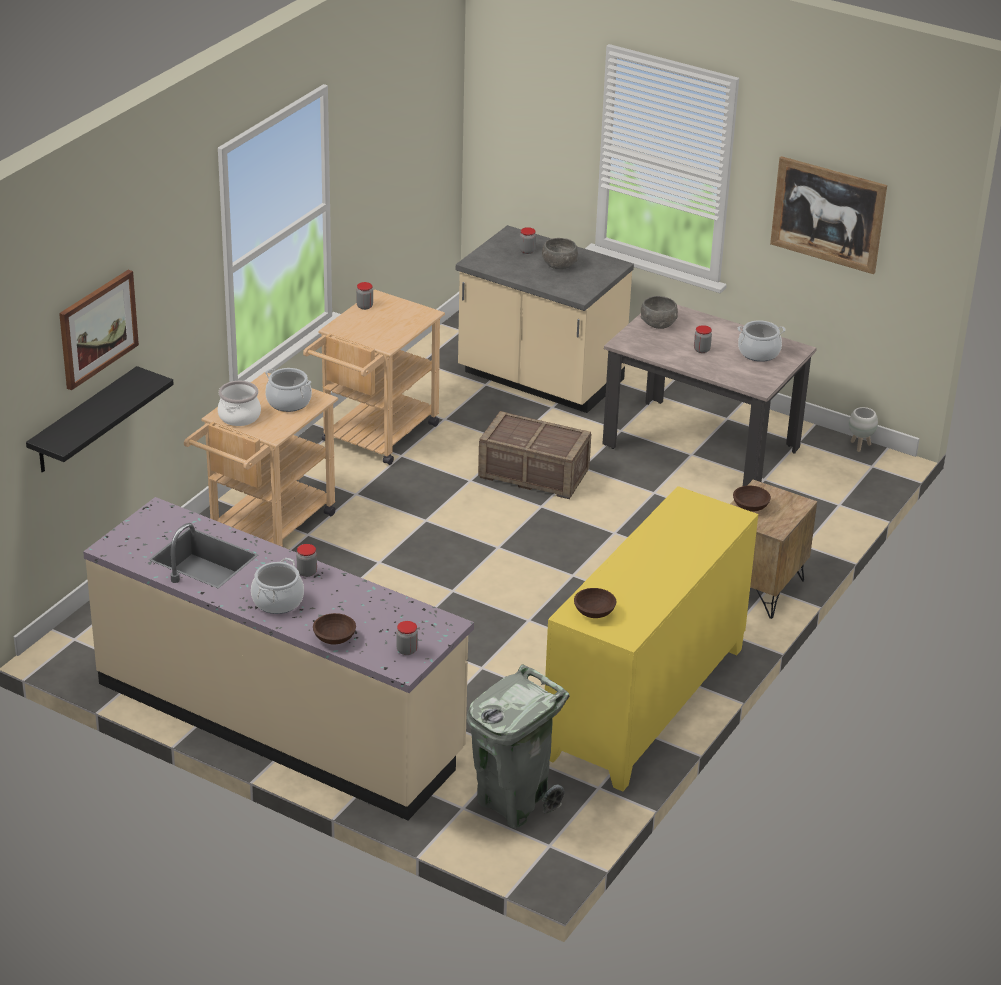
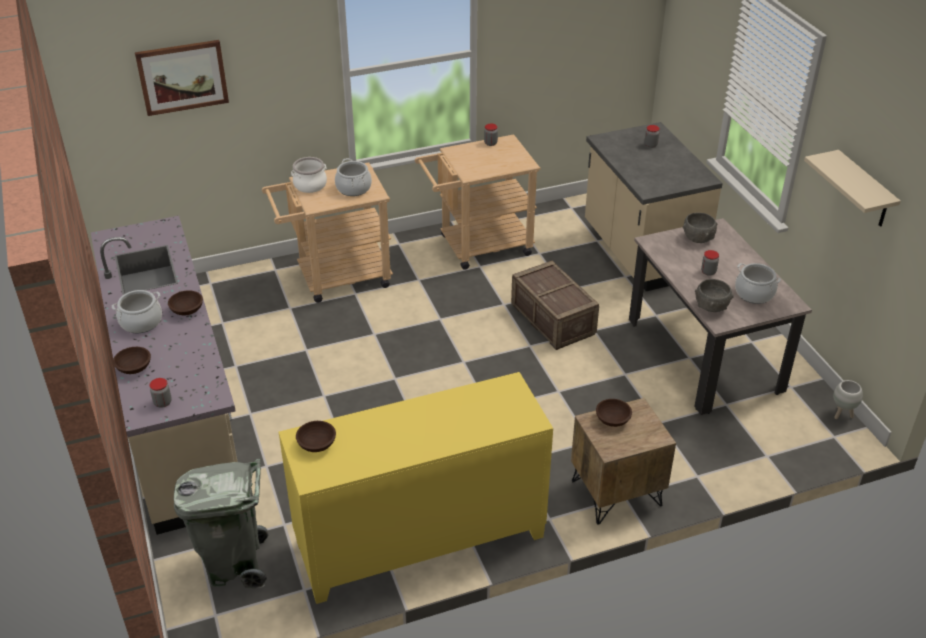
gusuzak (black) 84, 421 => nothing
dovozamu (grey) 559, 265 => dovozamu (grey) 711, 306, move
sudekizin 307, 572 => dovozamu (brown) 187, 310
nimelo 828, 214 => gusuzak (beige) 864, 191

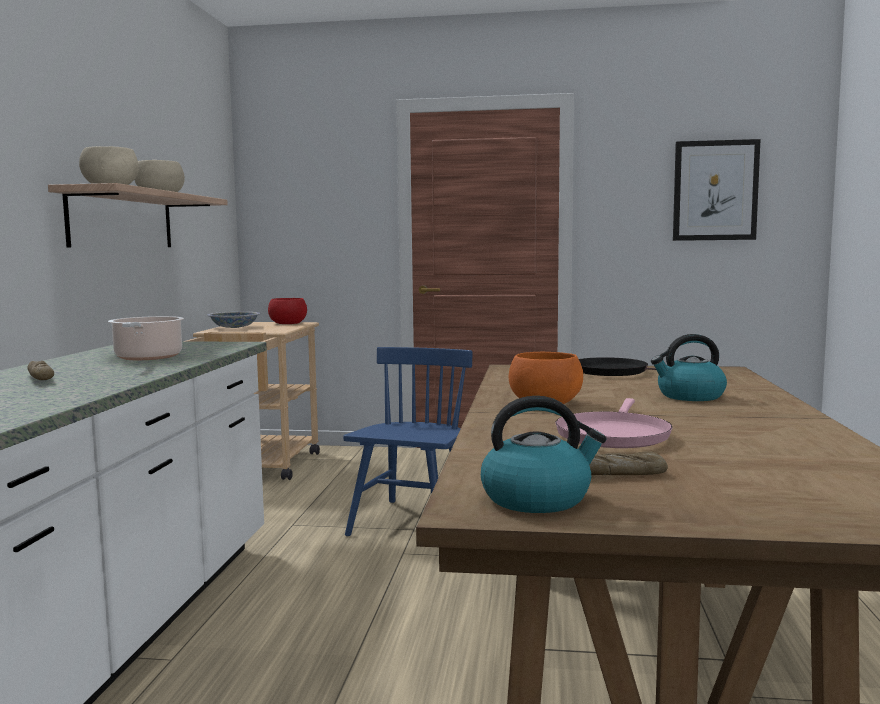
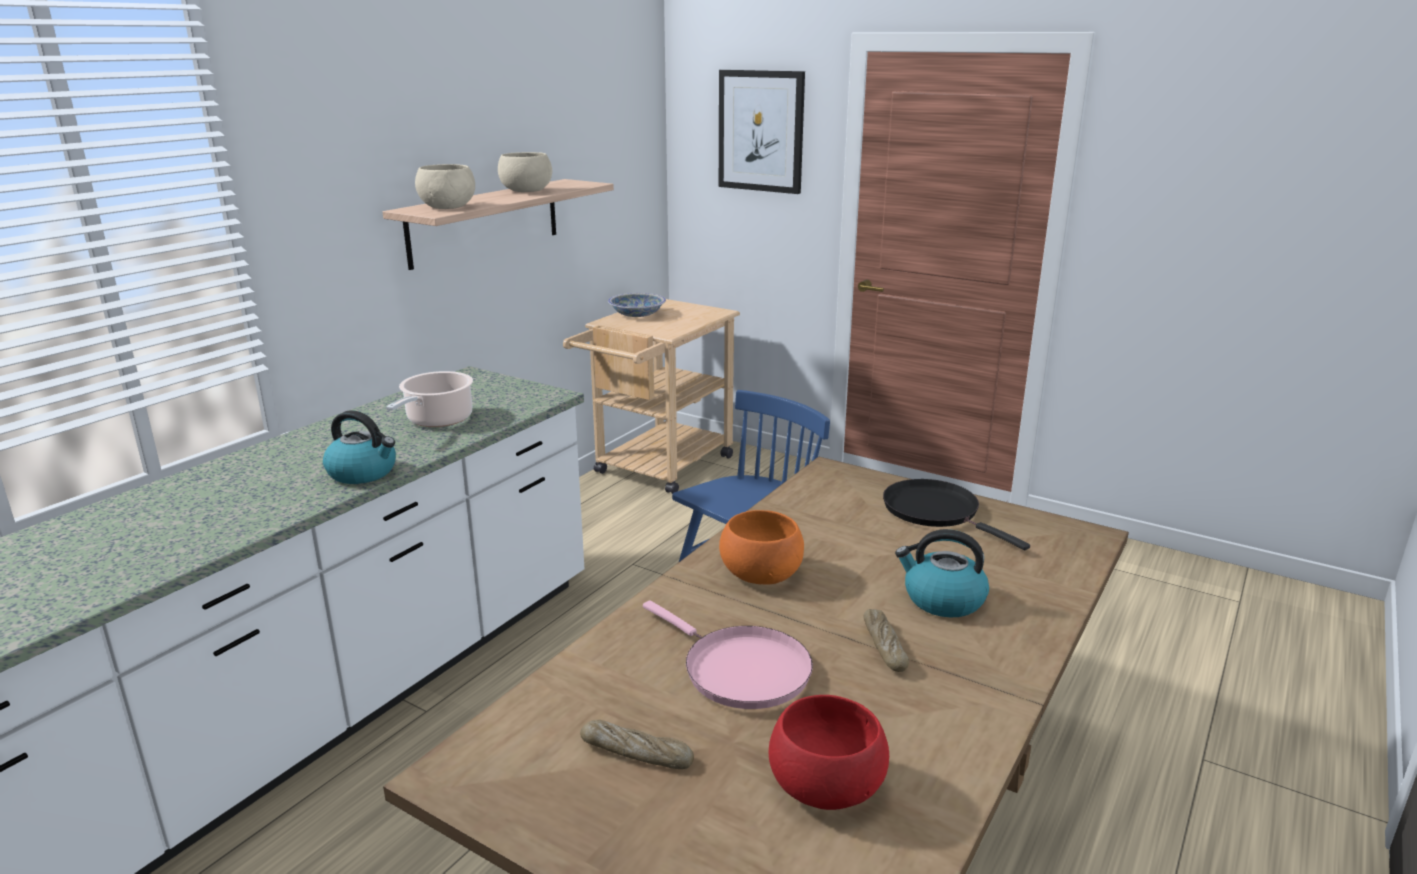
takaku 41, 378 => takaku 884, 647, move
dovozamu (red) 287, 323 => dovozamu (red) 824, 787, move
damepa 537, 498 => damepa 363, 472, move
nimelo 715, 191 => nimelo 761, 131, move
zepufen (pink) 613, 435 => zepufen (pink) 740, 670, 90 degrees counterclockwise

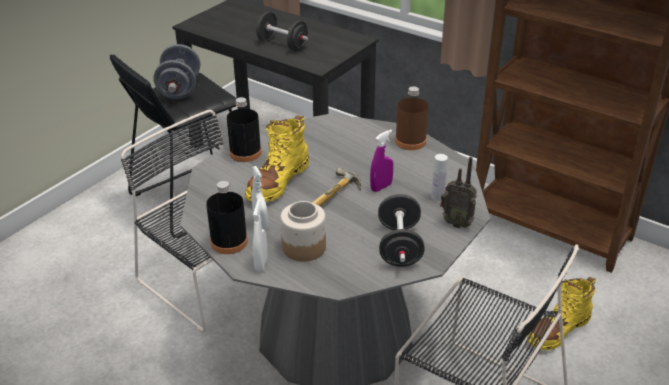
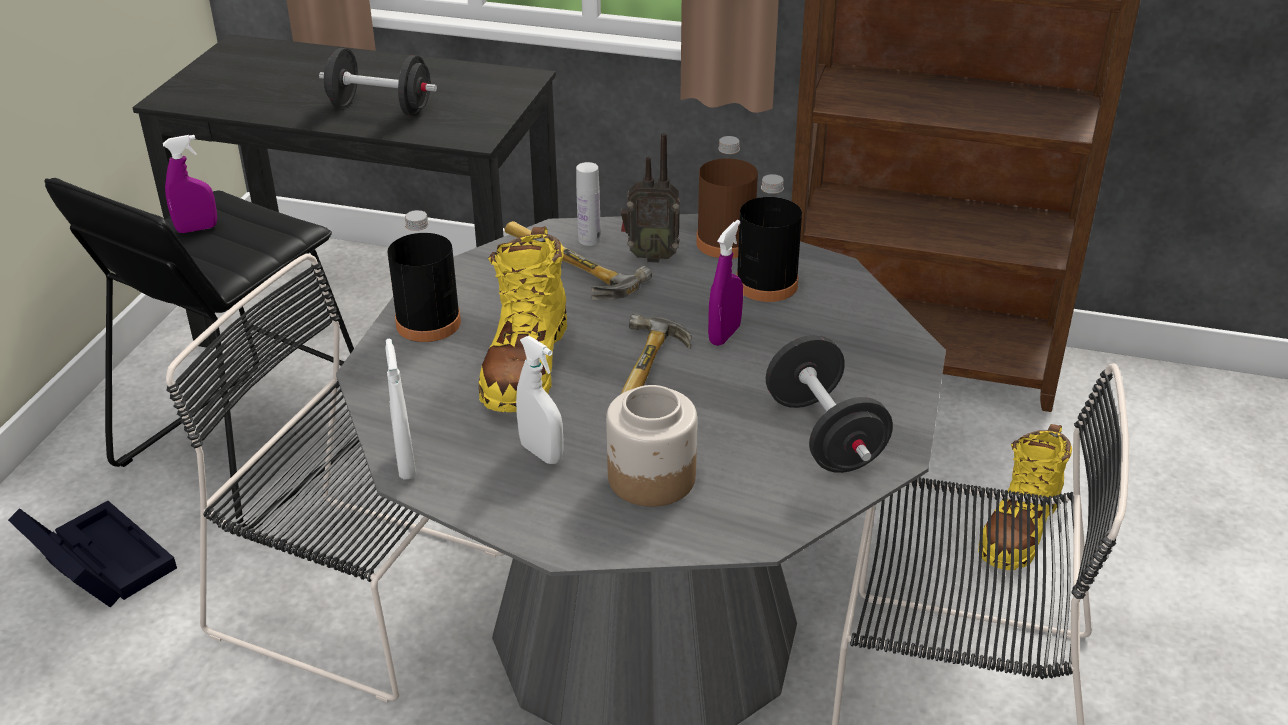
nothing => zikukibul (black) 96, 562
nothing => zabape 566, 270
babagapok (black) 229, 242 => babagapok (black) 766, 284, move
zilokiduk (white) 261, 263 => zilokiduk (white) 406, 464, move
babagapok (white) 437, 196 => babagapok (white) 589, 240, move
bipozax 456, 223 => bipozax 650, 256, move
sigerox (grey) 179, 89 => zilokiduk (purple) 197, 229

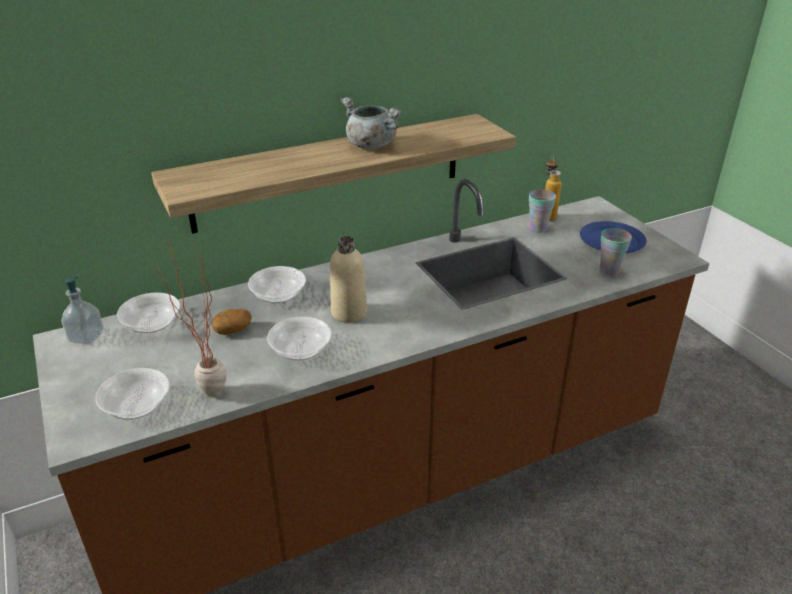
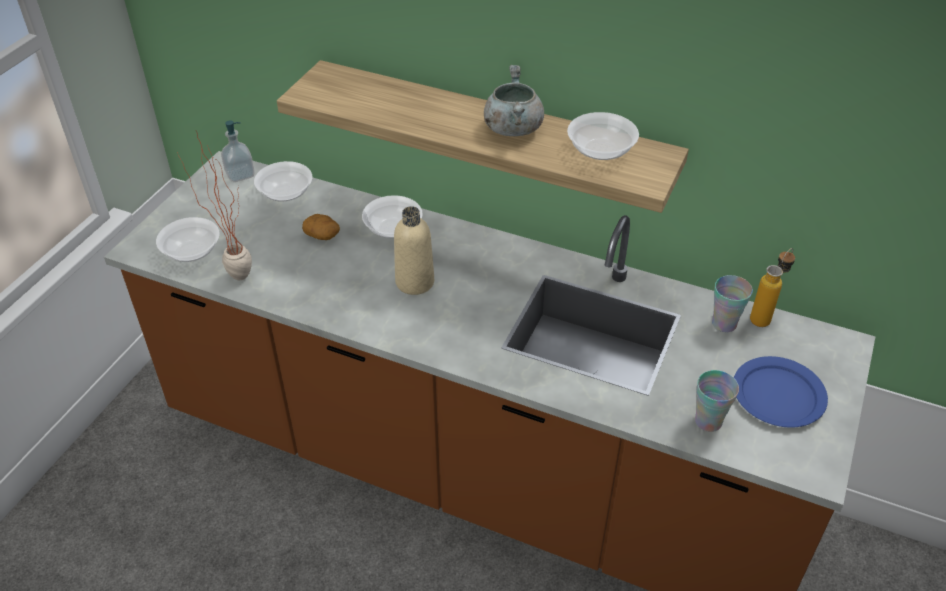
dovozamu 300, 350 => dovozamu 600, 150, move

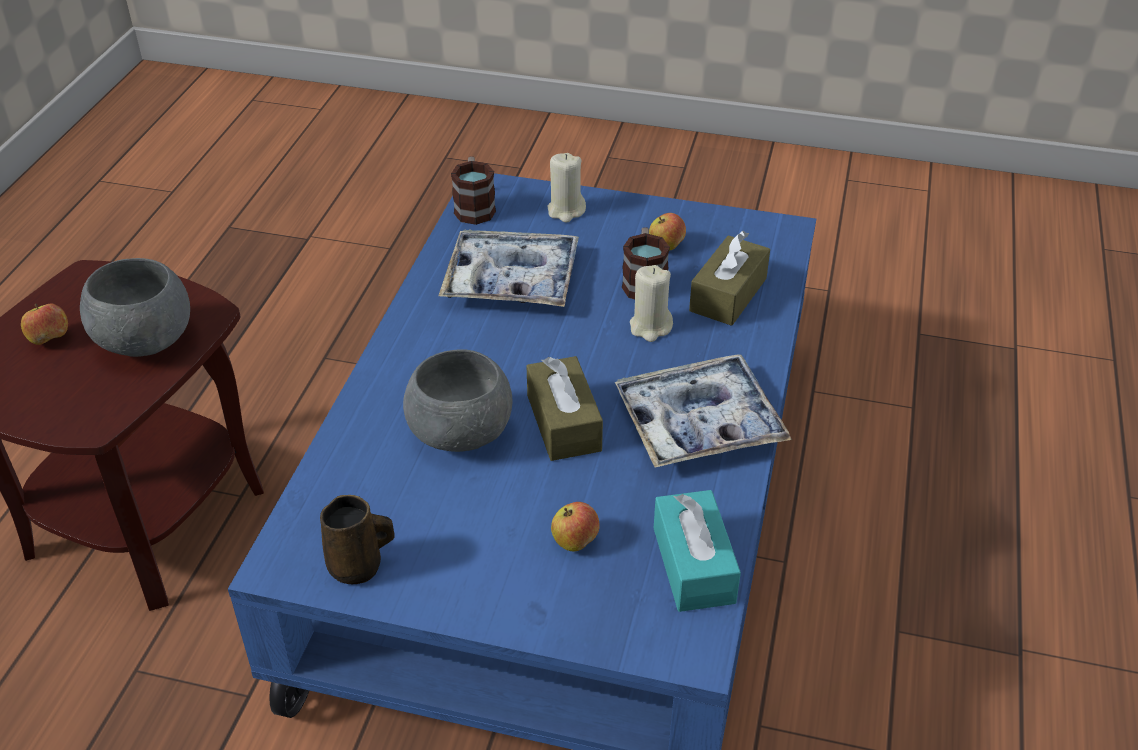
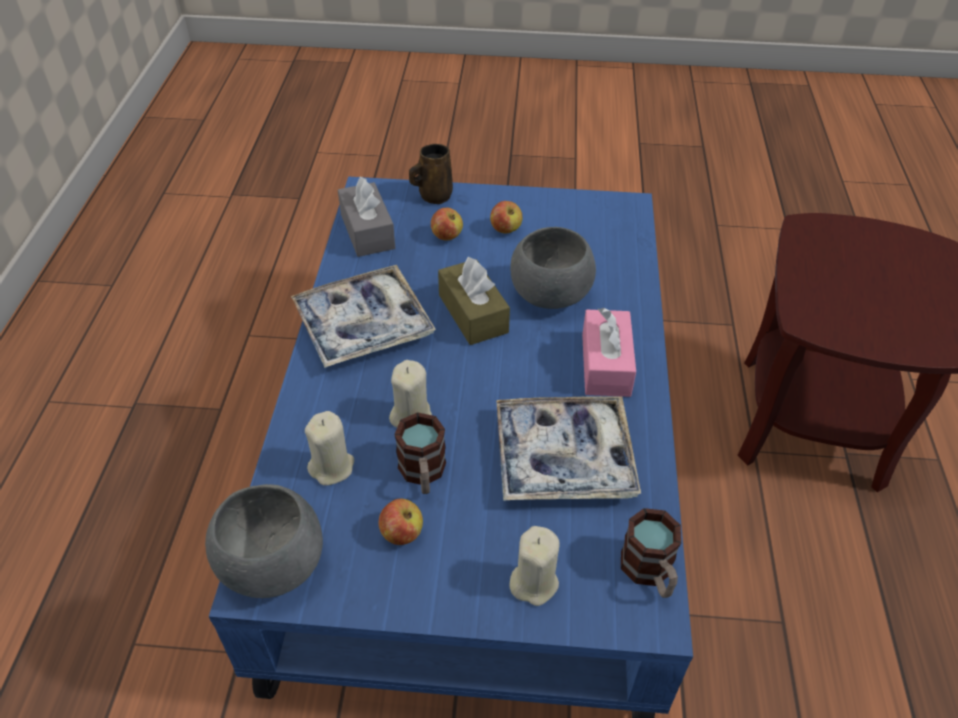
nothing => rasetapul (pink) 605, 365
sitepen 50, 339 => sitepen 505, 229, move
dovozamu (grey) 145, 343 => dovozamu (grey) 273, 564, move
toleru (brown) 358, 567 => toleru (brown) 433, 196, move
rasetapul (brown) 728, 295 => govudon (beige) 332, 467
rasetapul (turquoise) 693, 565 => rasetapul (grey) 367, 231

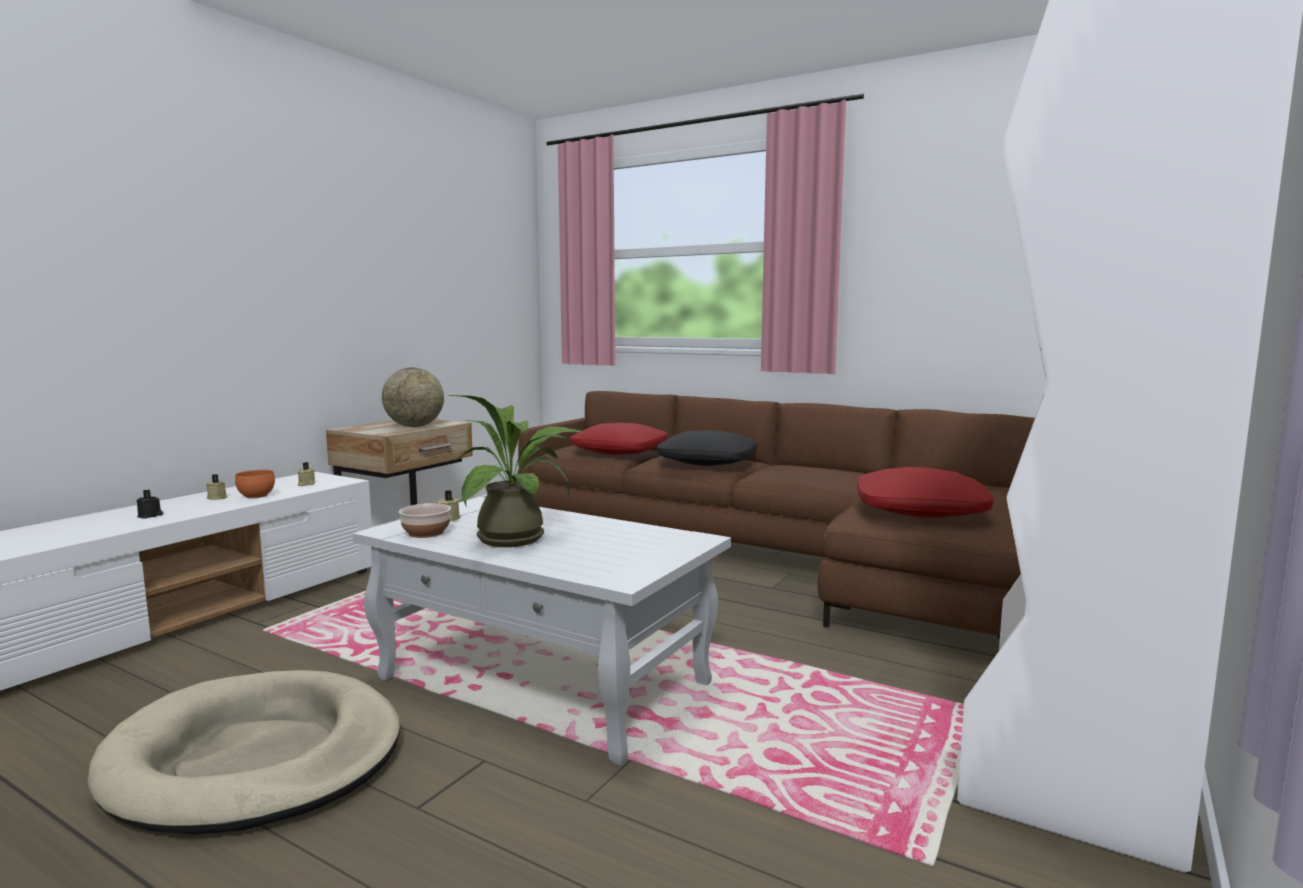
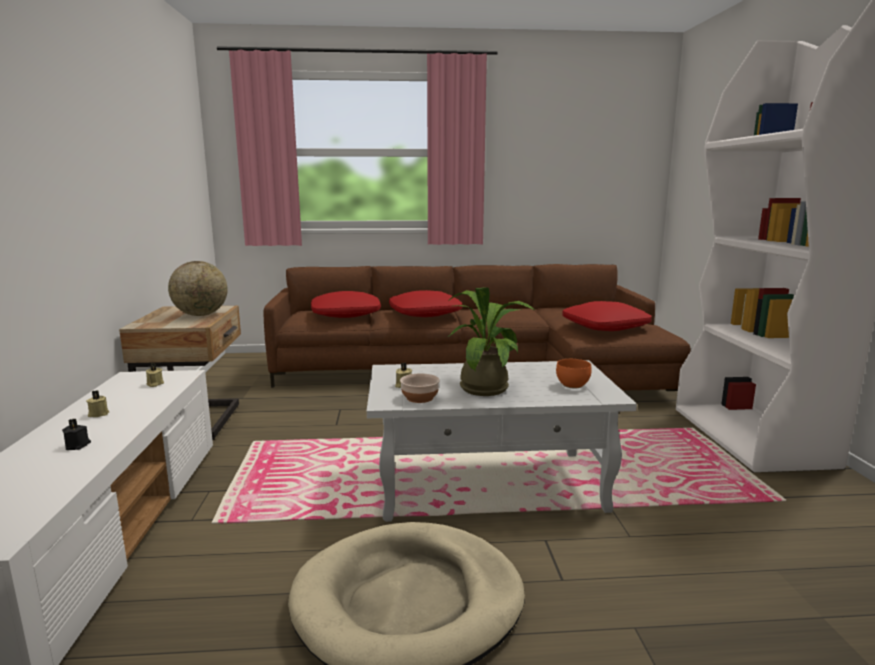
dovozamu (orange) 255, 496 => dovozamu (orange) 571, 385, move
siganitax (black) 708, 461 => siganitax (red) 425, 313

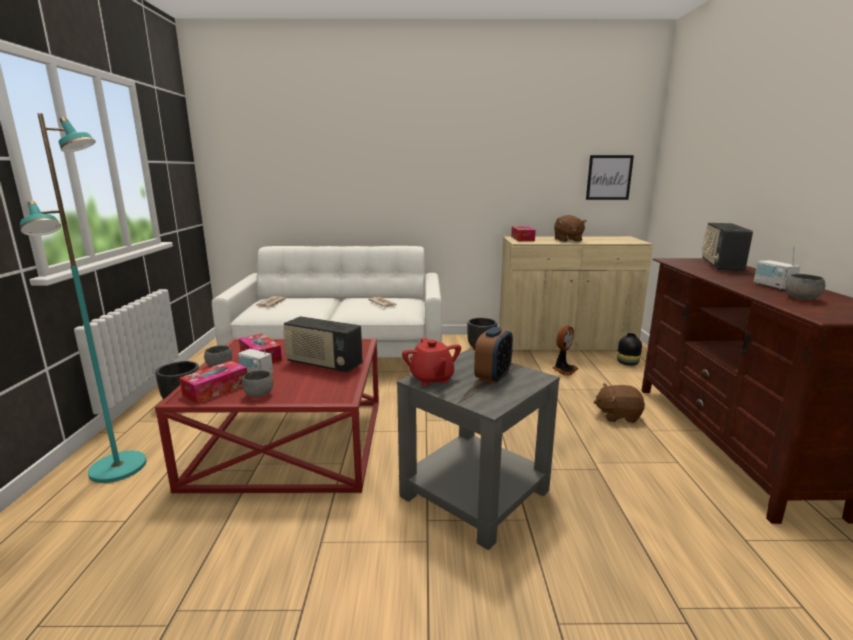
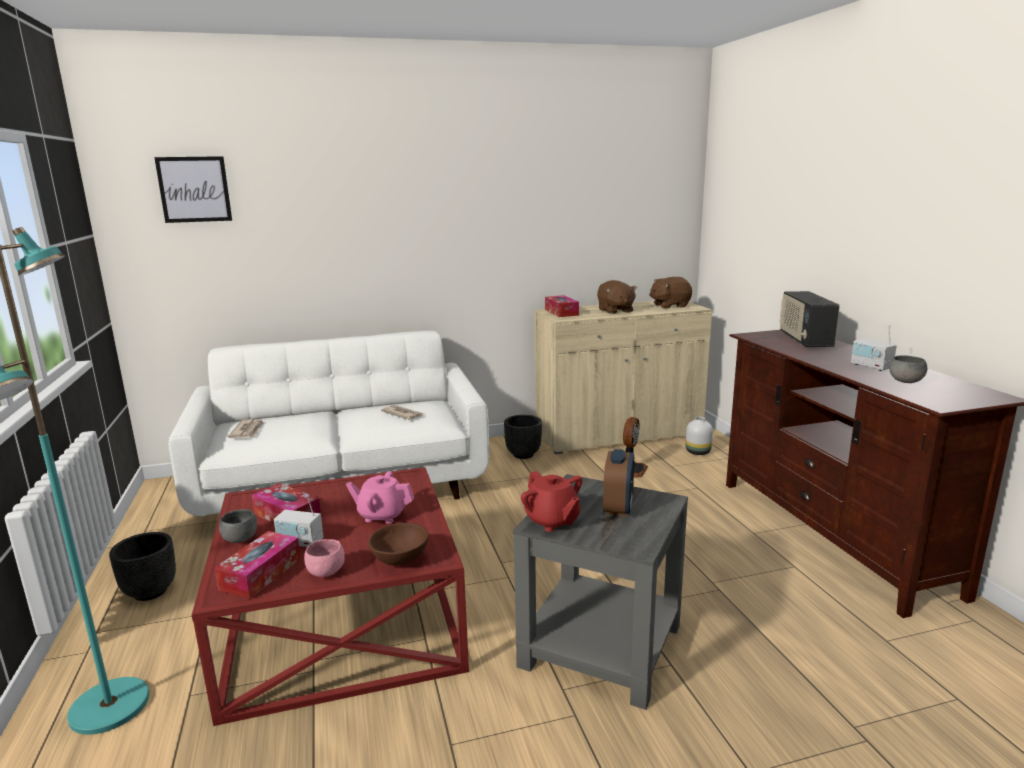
nothing => dovozamu (brown) 400, 561
nimelo 609, 177 => nimelo 194, 189, move
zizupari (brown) 617, 415 => zizupari (brown) 669, 306, move
bipozax 323, 364 => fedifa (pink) 382, 515
dovozamu (grey) 259, 394 => dovozamu (pink) 326, 572
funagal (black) 628, 363 => funagal (white) 698, 452

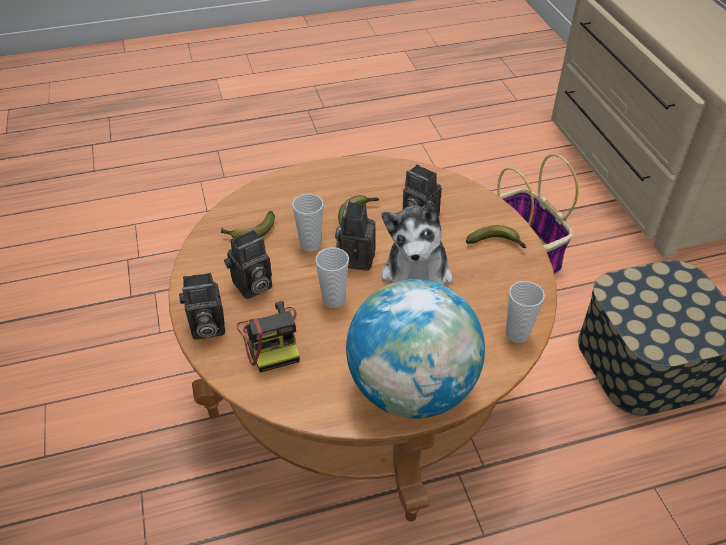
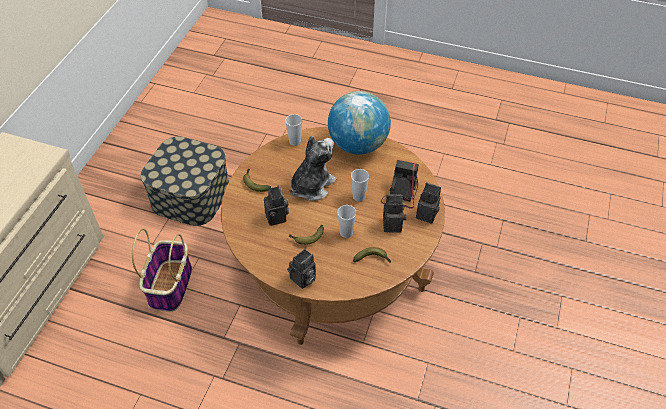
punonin 356, 257 => punonin 303, 280, move

